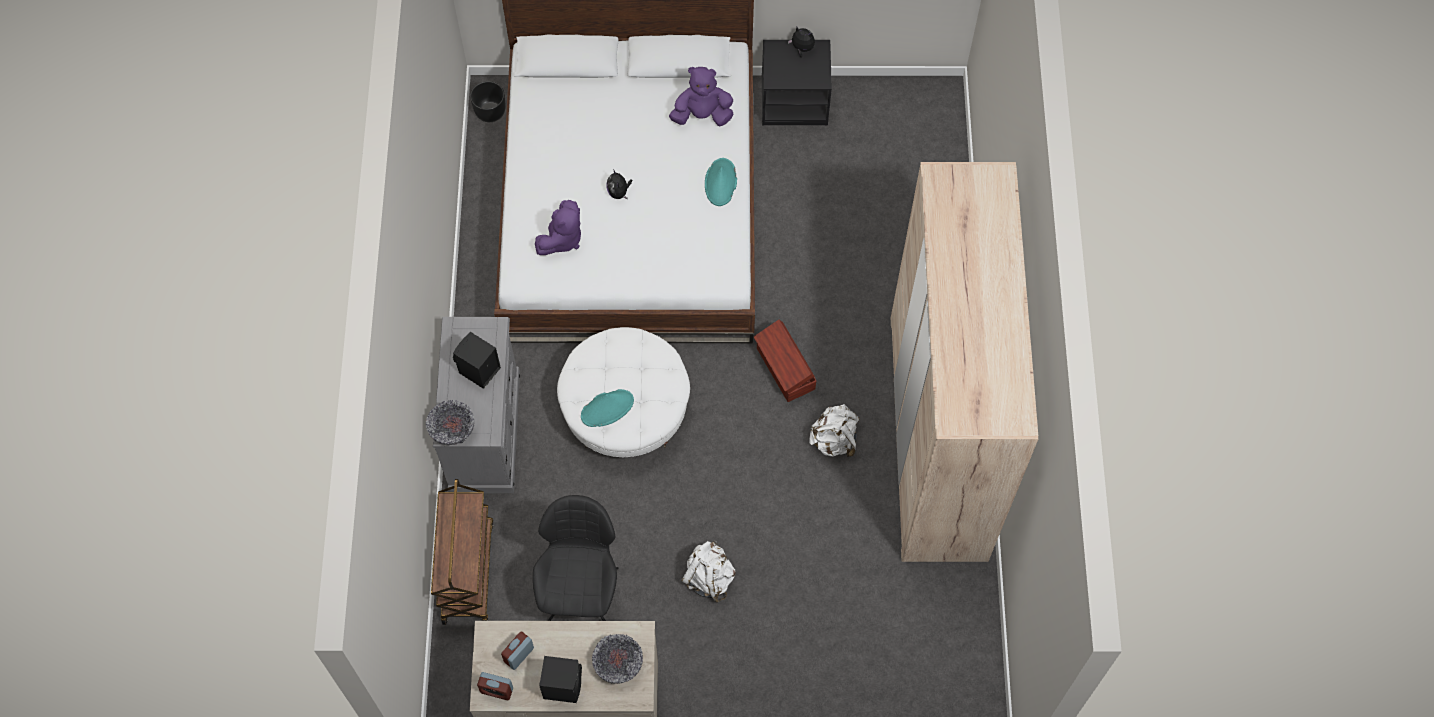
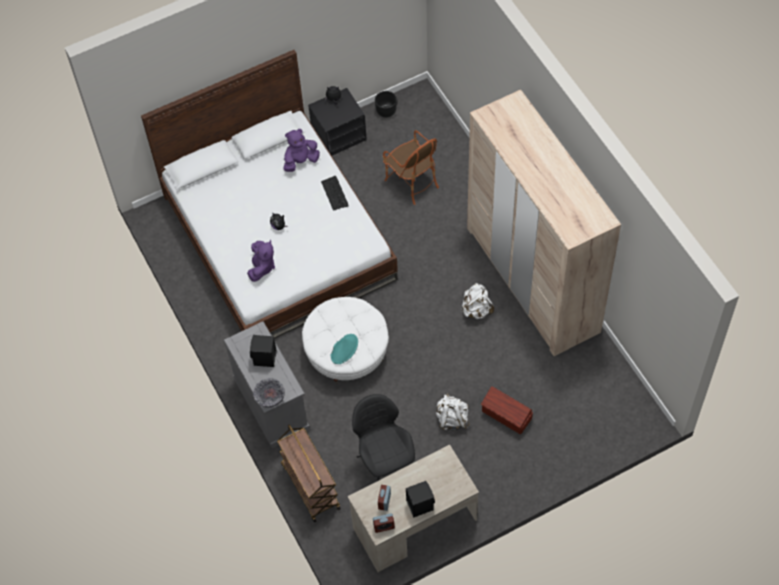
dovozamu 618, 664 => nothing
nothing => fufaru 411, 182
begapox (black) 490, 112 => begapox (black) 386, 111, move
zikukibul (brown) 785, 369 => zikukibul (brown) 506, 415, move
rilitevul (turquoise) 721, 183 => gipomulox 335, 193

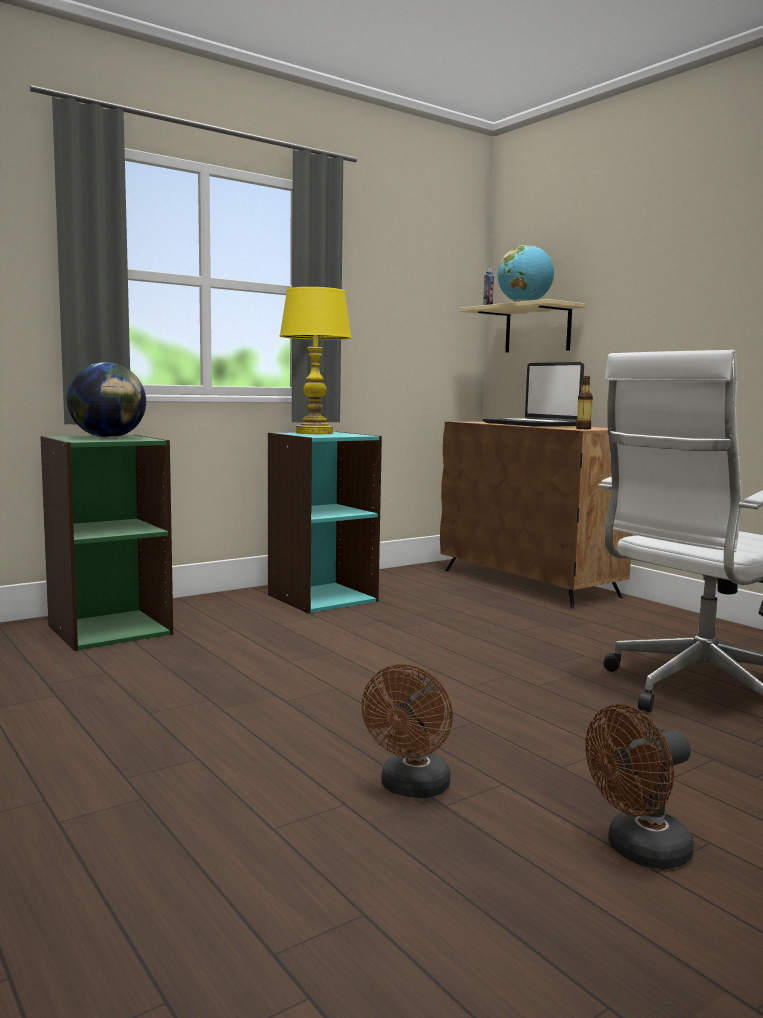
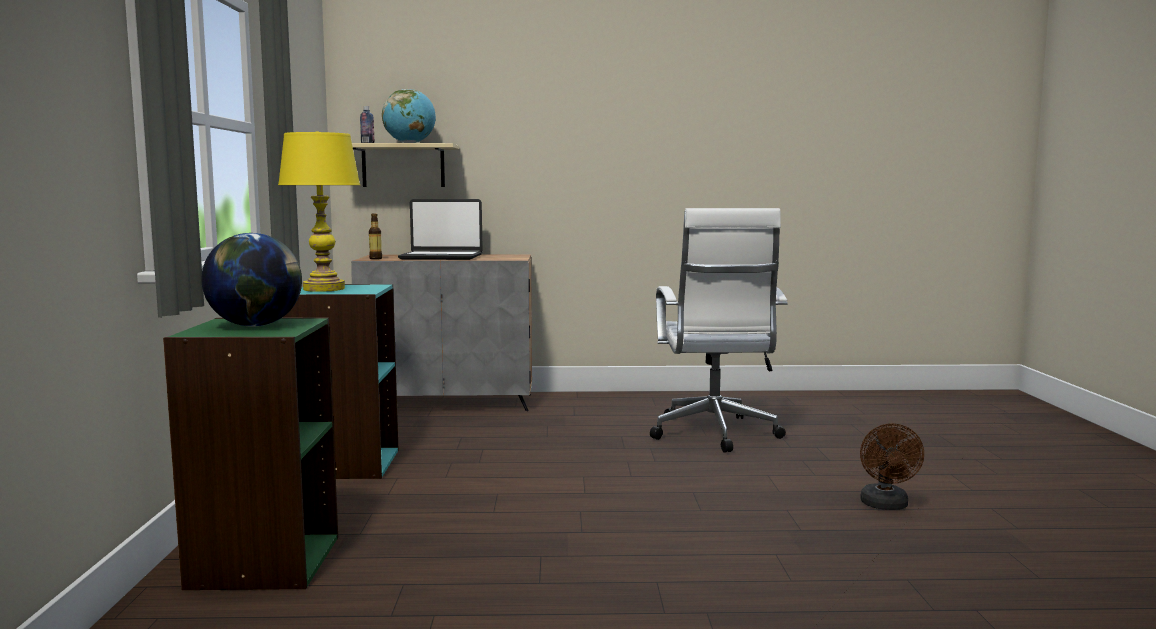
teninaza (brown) 411, 789 => nothing
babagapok 583, 429 => babagapok 375, 258, move
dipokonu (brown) 529, 583 => dipokonu (grey) 449, 402

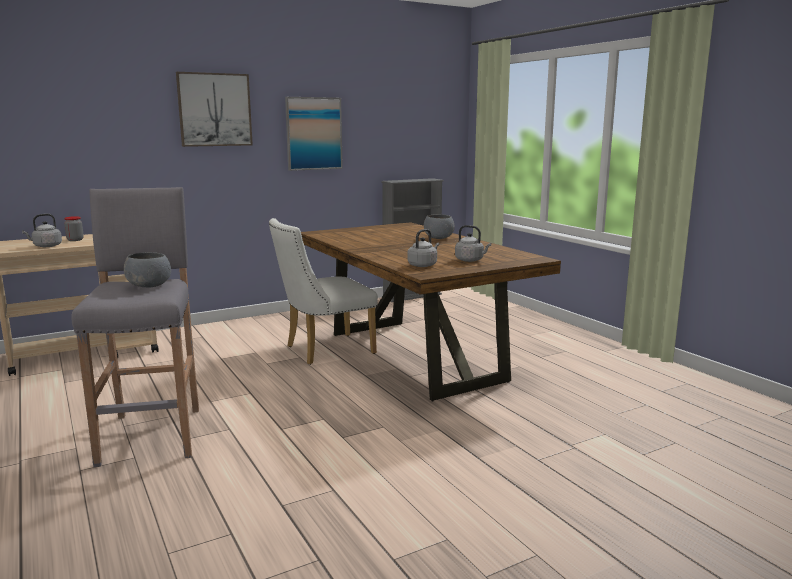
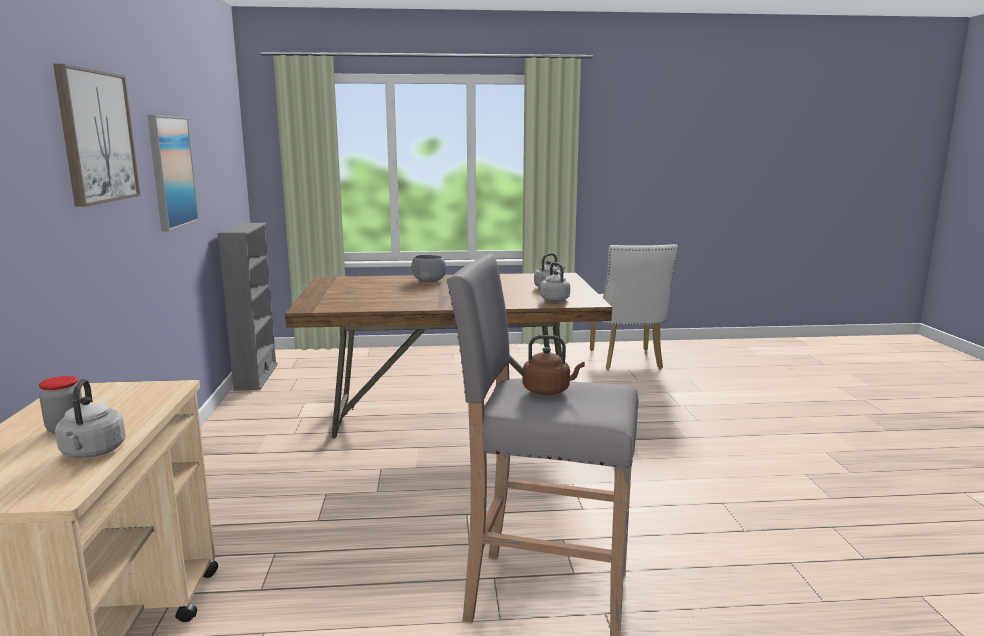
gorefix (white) 323, 350 => gorefix (white) 627, 361, move
dovozamu (grey) 150, 286 => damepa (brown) 549, 391

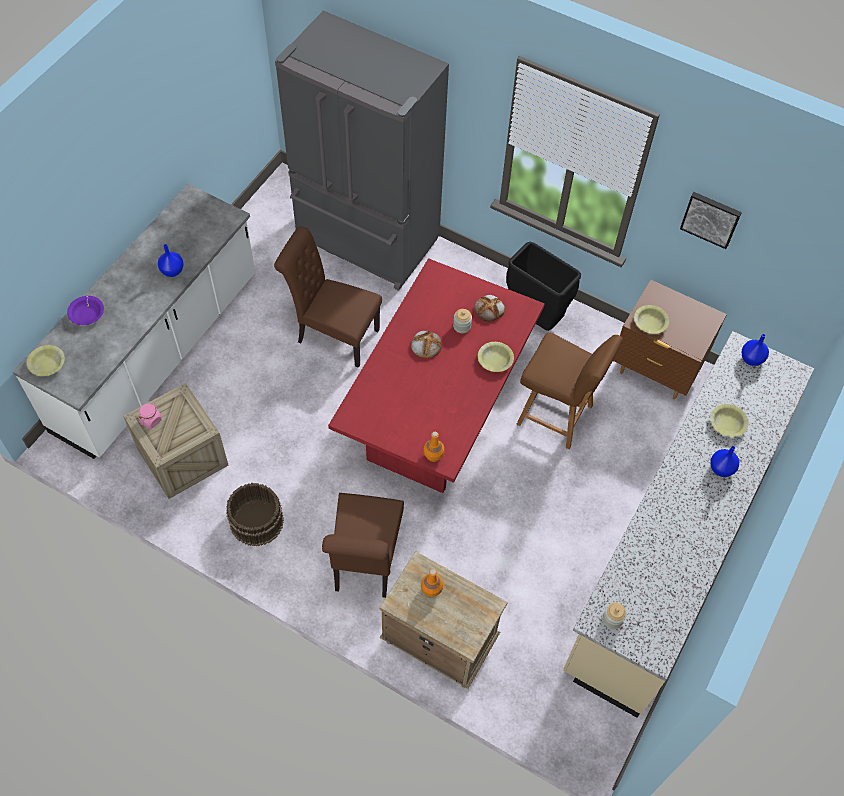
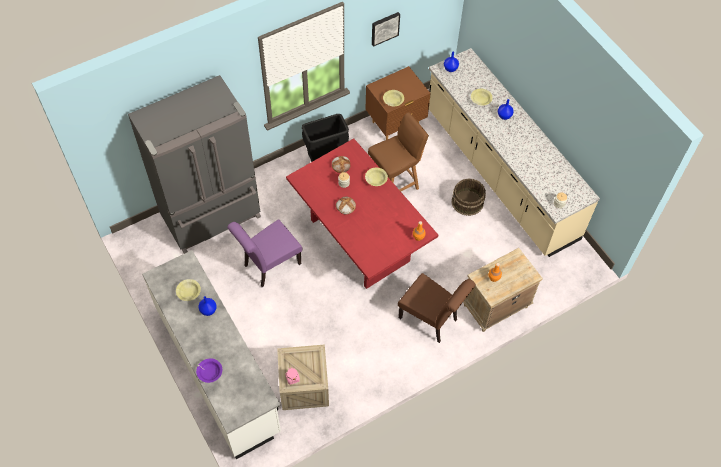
dovozamu (yellow) 47, 364 => dovozamu (yellow) 189, 292, move
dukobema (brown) 256, 521 => dukobema (brown) 467, 202, move
gorefix (brown) 333, 334 => gorefix (purple) 269, 266

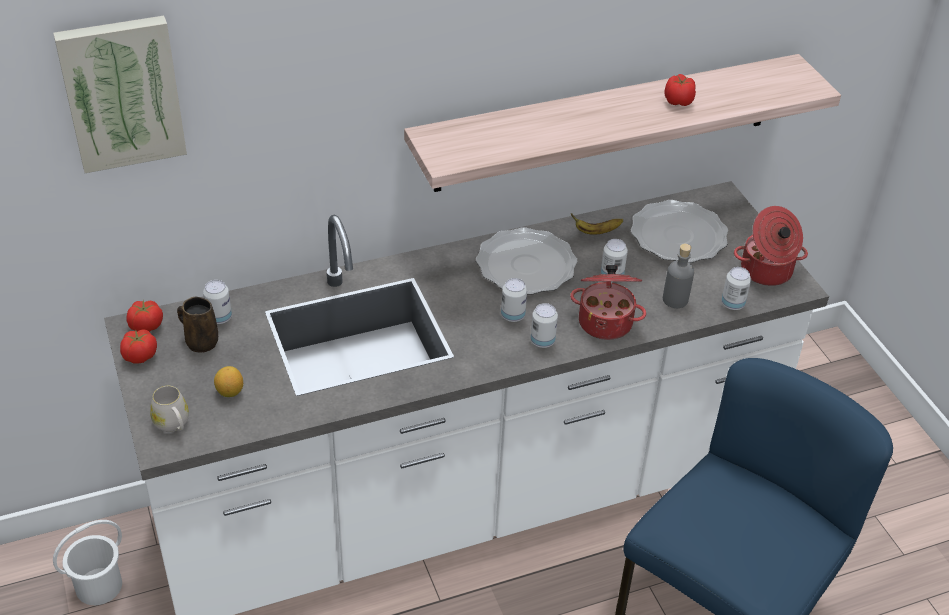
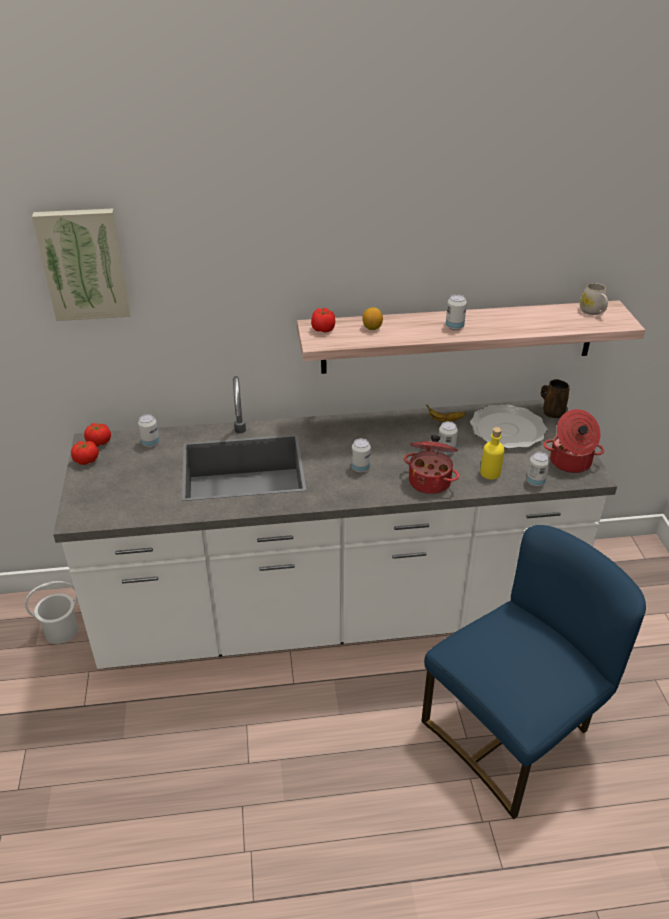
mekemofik 526, 265 => nothing
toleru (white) 173, 424 => toleru (white) 593, 312, move
toleru (brown) 200, 342 => toleru (brown) 552, 412, move
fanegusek 230, 391 => fanegusek 372, 328, move
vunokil 542, 341 => vunokil 454, 327, move
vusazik 678, 101 => vusazik 323, 329, move
babagapok (grey) 675, 299 => babagapok (yellow) 490, 473

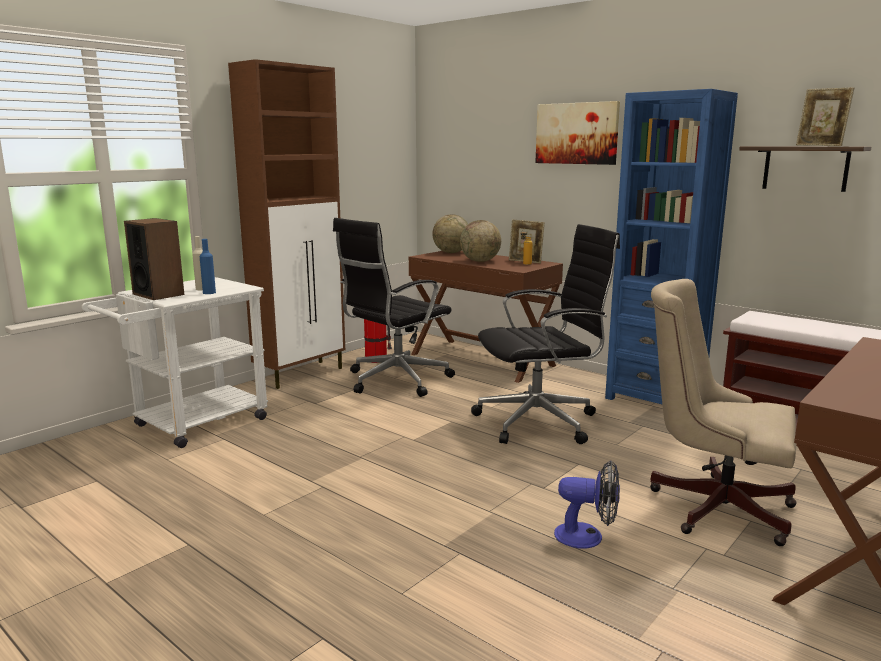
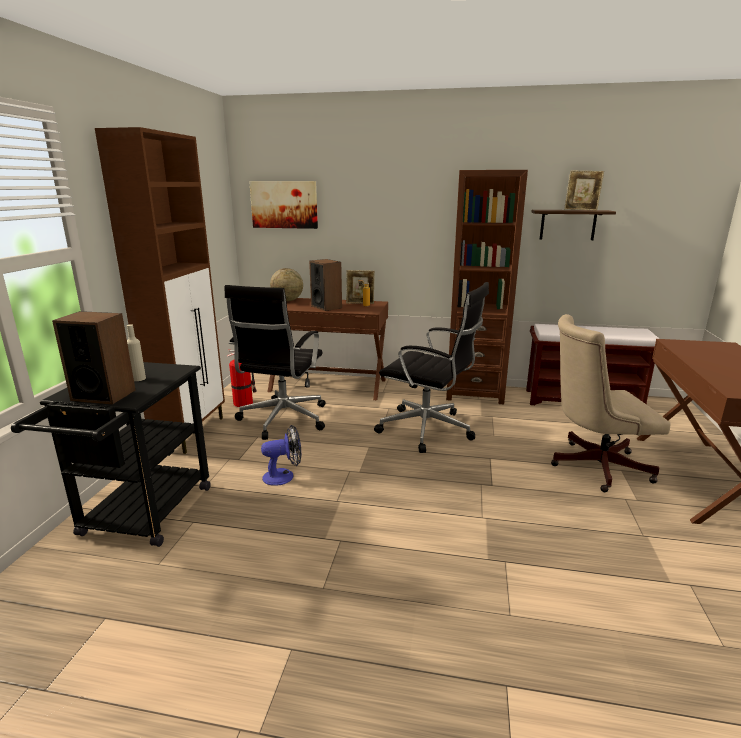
babagapok (blue) 209, 293 => nothing
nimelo 577, 133 => nimelo 284, 204, move
teninaza 587, 536 => teninaza 284, 476, move
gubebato 480, 261 => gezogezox 326, 307
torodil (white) 191, 425 => torodil (black) 141, 517
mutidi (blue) 655, 398 => mutidi (brown) 474, 393
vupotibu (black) 540, 421 => vupotibu (black) 428, 430, 75 degrees clockwise

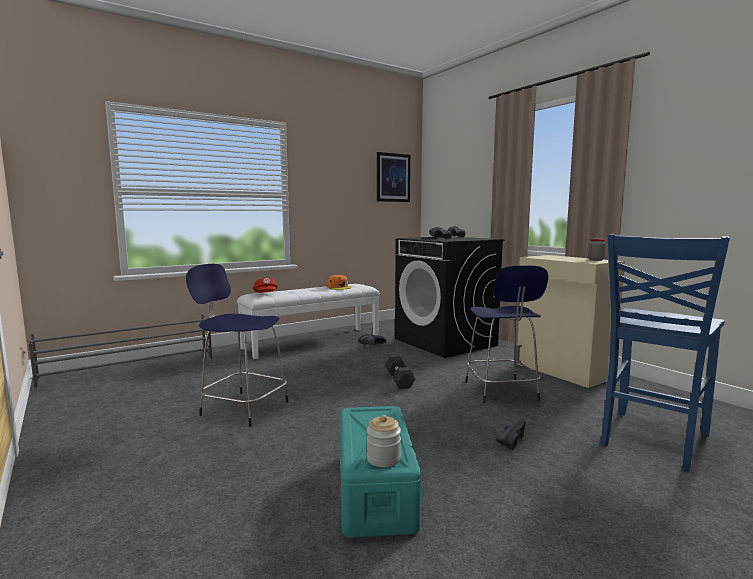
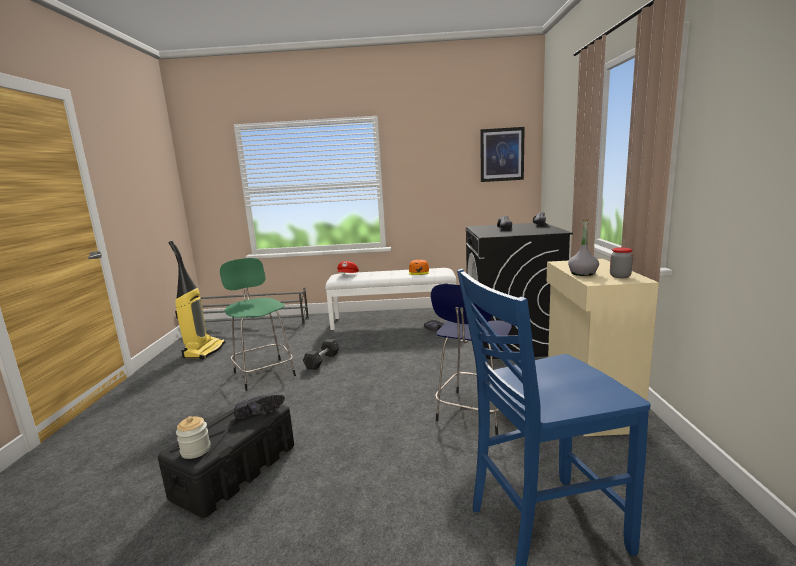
nothing => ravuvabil 204, 351
nothing => babagapok (grey) 582, 273
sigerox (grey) 399, 380 => sigerox (grey) 322, 361, move
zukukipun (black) 510, 440 => zukukipun (black) 259, 410, move
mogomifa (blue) 242, 408 => mogomifa (green) 263, 373
zikukibul (turquoise) 375, 489 => zikukibul (black) 236, 470

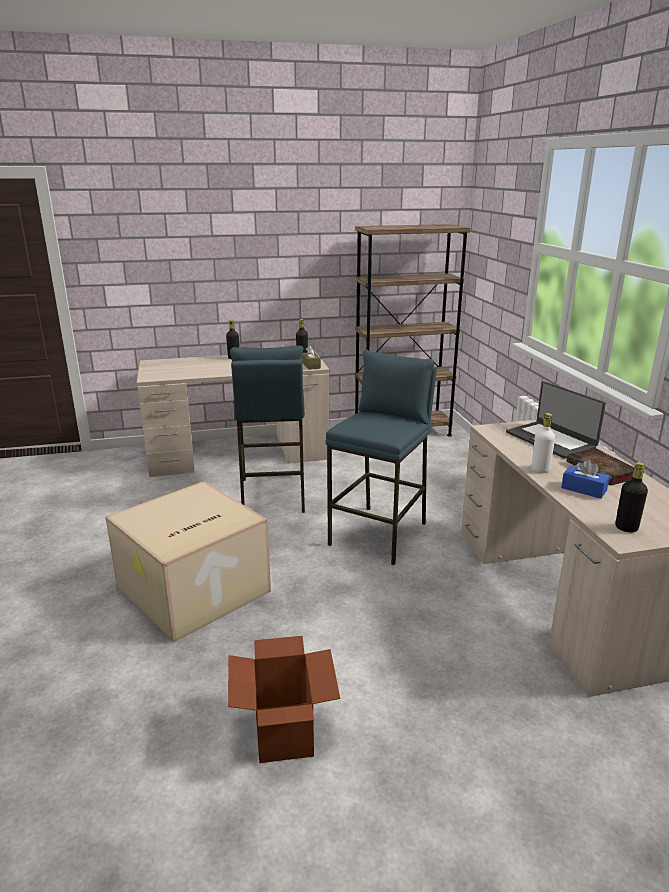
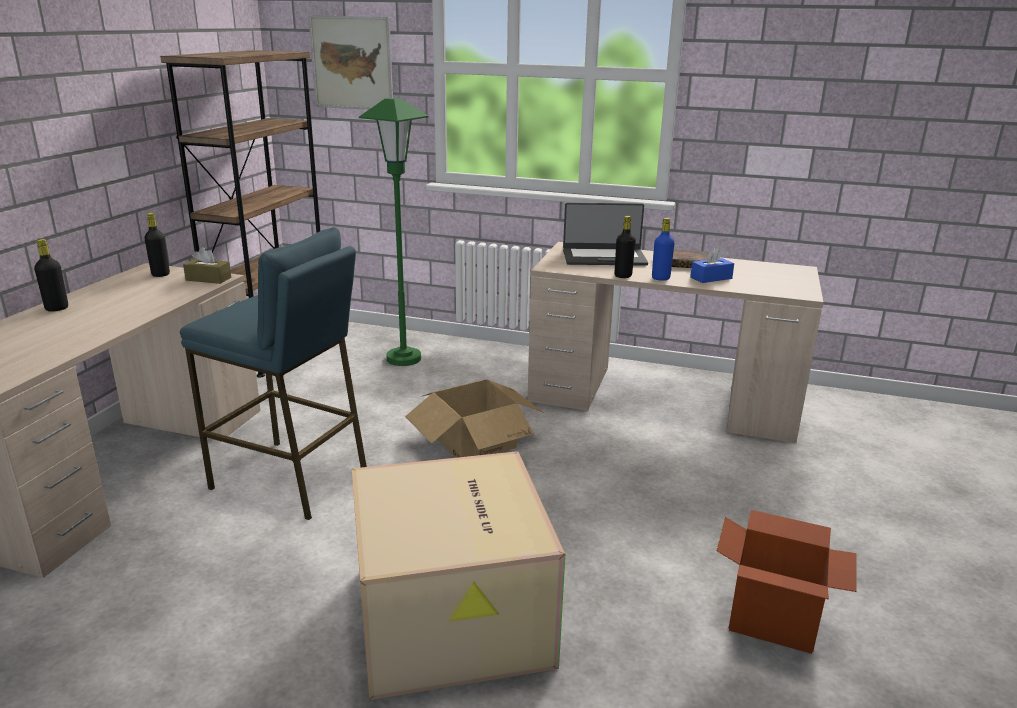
nothing => nimelo 352, 63
nothing => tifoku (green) 404, 358
babagapok (black) 626, 528 => babagapok (black) 623, 276, move
mogomifa (blue) 380, 534 => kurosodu 475, 441
babagapok (white) 540, 470 => babagapok (blue) 660, 278

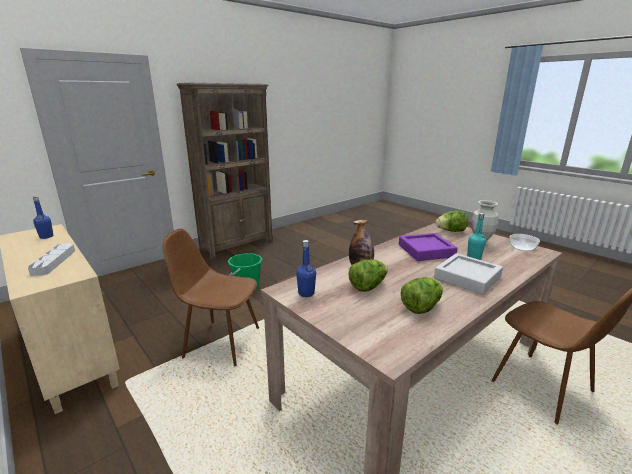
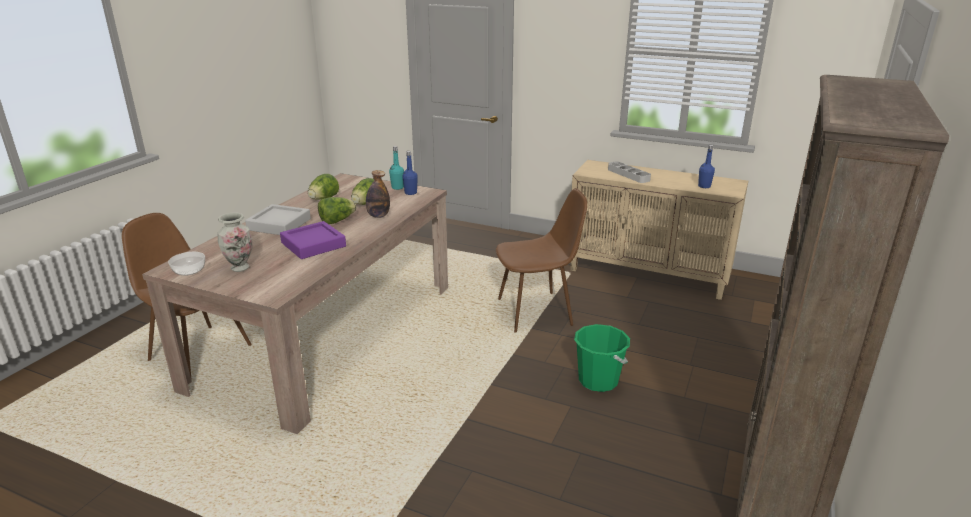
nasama 450, 231 => nasama 337, 221, move
babagapok (turquoise) 474, 257 => babagapok (turquoise) 397, 187, move

